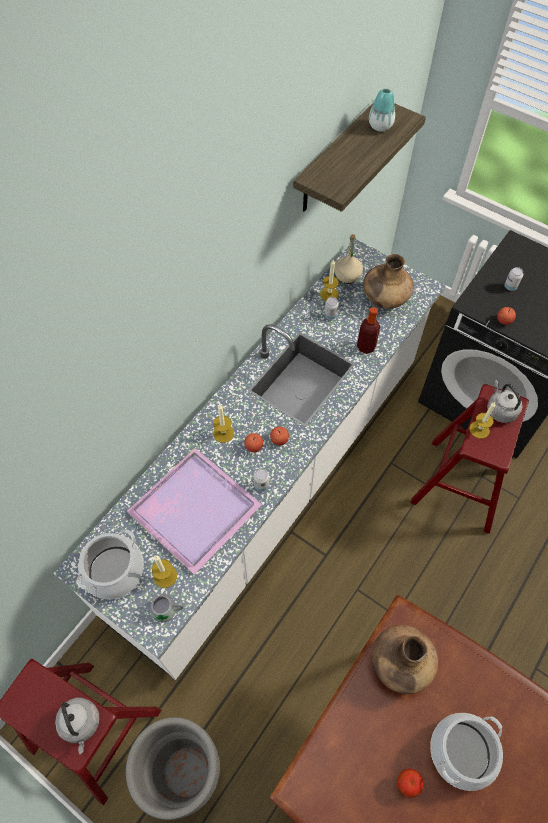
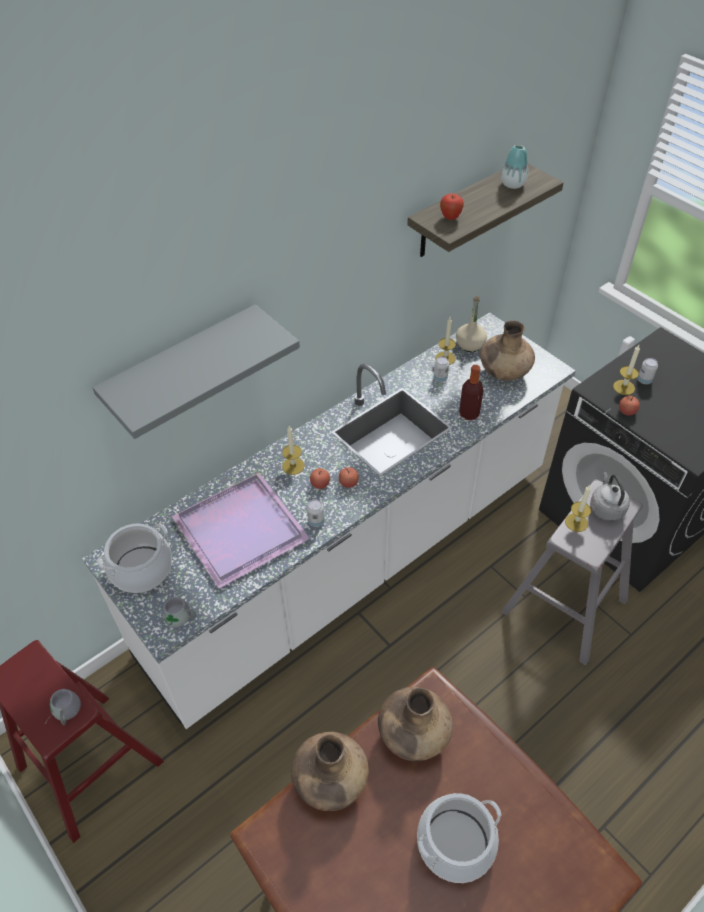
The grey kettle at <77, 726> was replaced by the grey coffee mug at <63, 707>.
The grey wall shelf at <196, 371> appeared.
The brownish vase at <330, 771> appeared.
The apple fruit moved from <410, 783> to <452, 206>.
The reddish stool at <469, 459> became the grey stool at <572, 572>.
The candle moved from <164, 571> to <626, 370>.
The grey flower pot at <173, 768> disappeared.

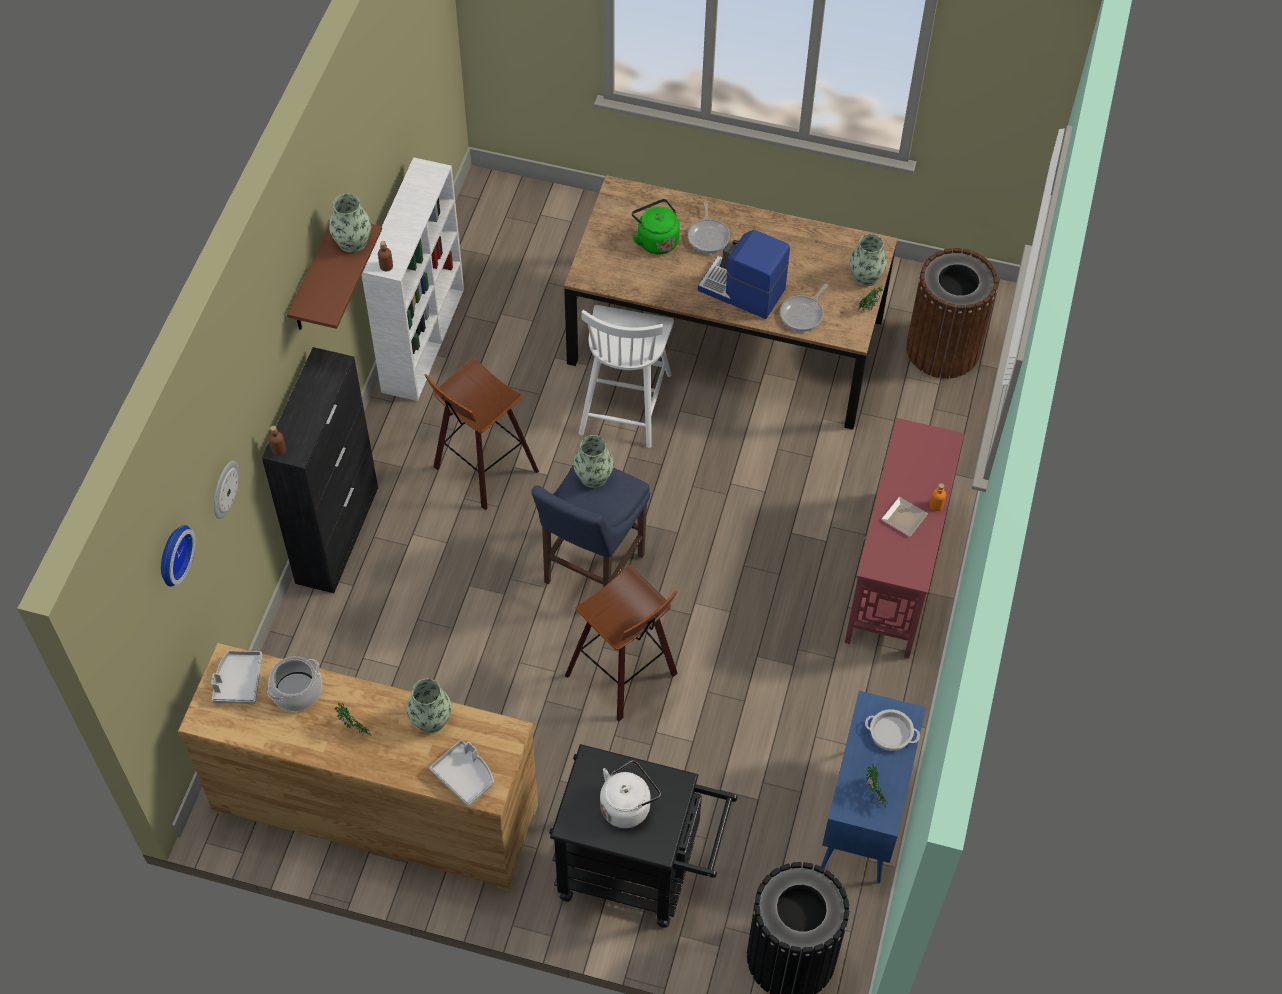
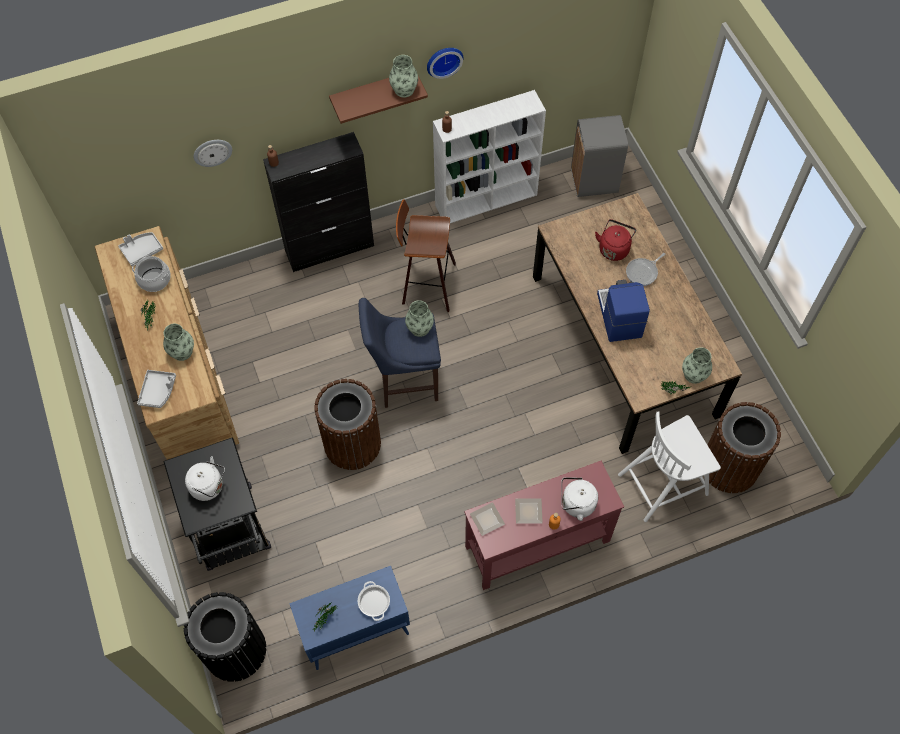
The stool at <621, 643> was replaced by the brownish rubbish bin at <347, 424>.
The wall clock moved from <178, 556> to <445, 63>.
The flat dish at <487, 519> appeared.
The whitish kettle at <579, 499> appeared.
The grey rubbish bin at <599, 156> appeared.
The green-coloured kettle at <656, 226> became the reddish kettle at <615, 240>.
The whitish upright chair moved from <626, 376> to <669, 467>.
The frying pan at <804, 308> disappeared.

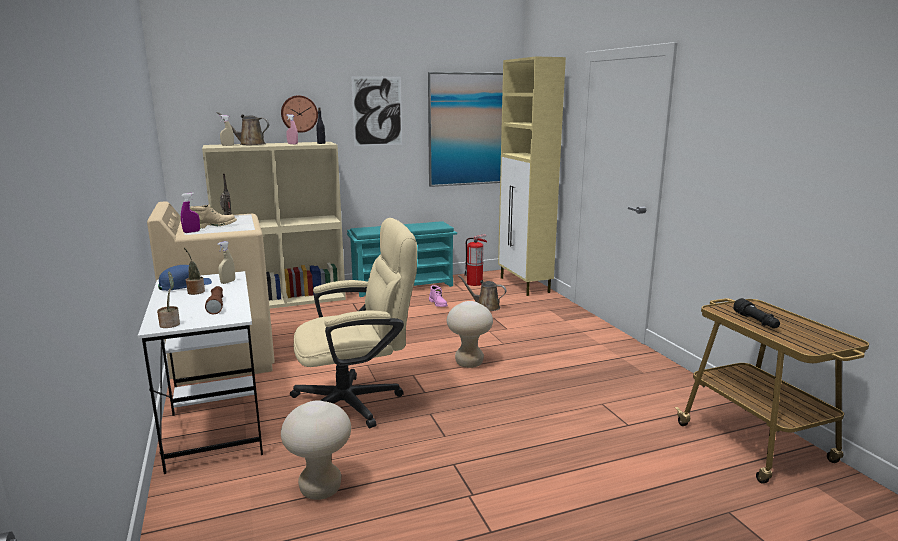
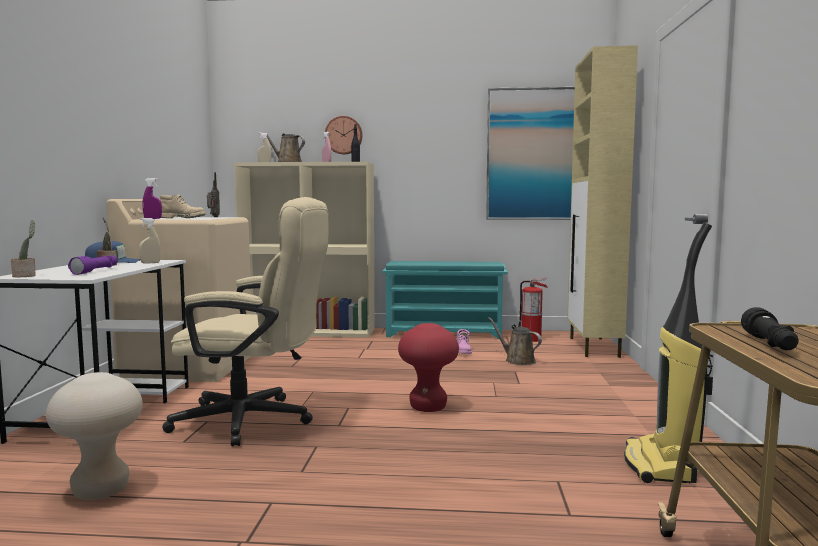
The brownish flashlight at <214, 300> became the purple-coloured flashlight at <93, 265>.
The beige stool at <470, 334> became the reddish stool at <428, 367>.
The vacuum cleaner at <668, 353> appeared.
The wall art at <376, 111> disappeared.

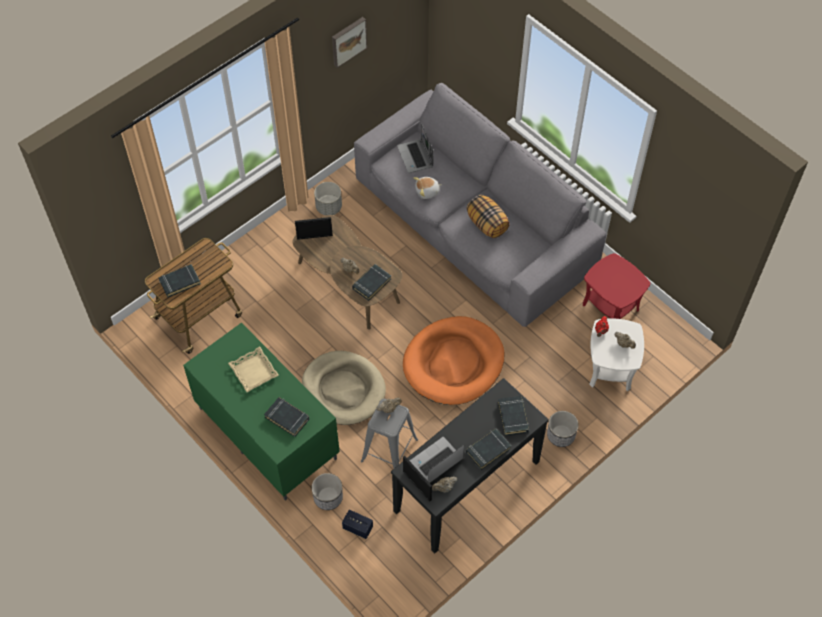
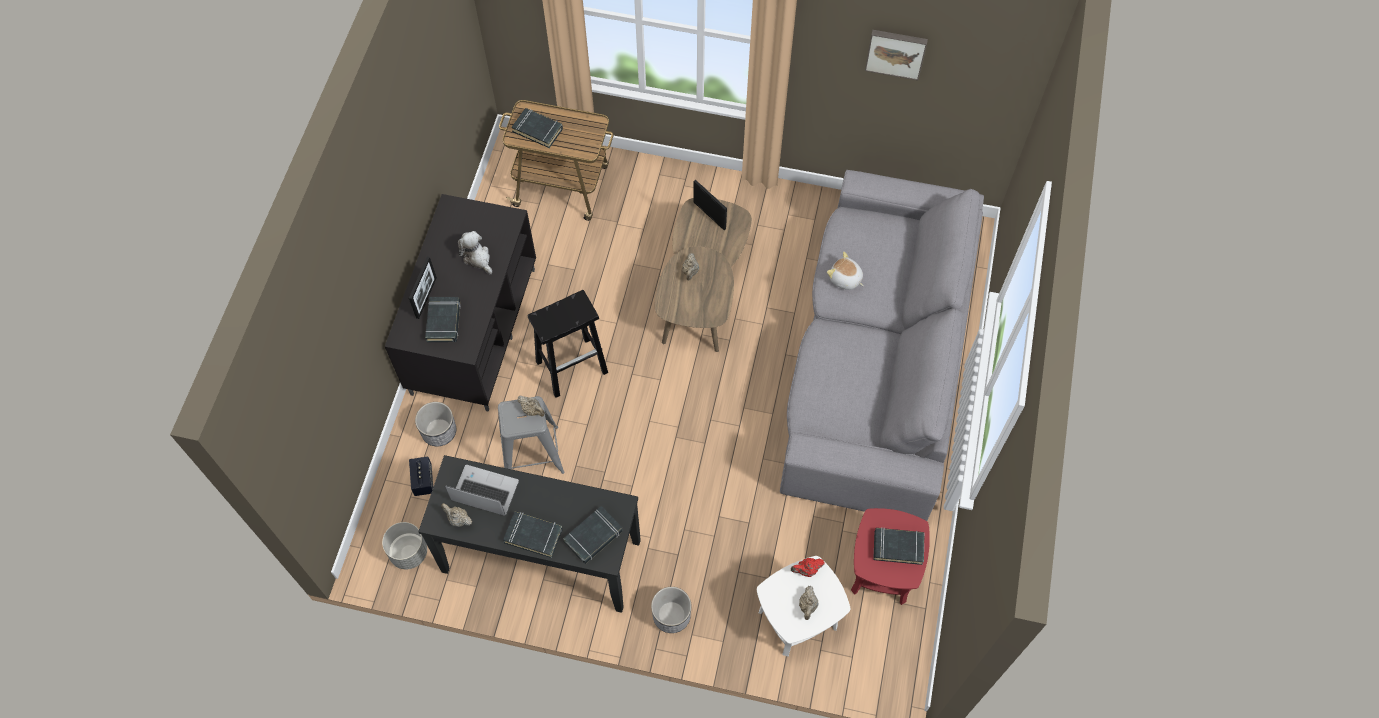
The grey flower pot moved from <328, 199> to <404, 545>.
The green-coloured media console at <261, 412> became the blackish media console at <460, 303>.
The photo frame moved from <417, 478> to <423, 287>.
The beige carrying tray at <253, 369> was replaced by the soft toy at <475, 252>.
The beige dog bed at <344, 388> was replaced by the blackish stool at <567, 344>.
The blackish book moved from <371, 282> to <899, 546>.
The laptop at <415, 148> disappeared.
The orangey dog bed at <453, 360> disappeared.
The throw pillow at <488, 216> disappeared.

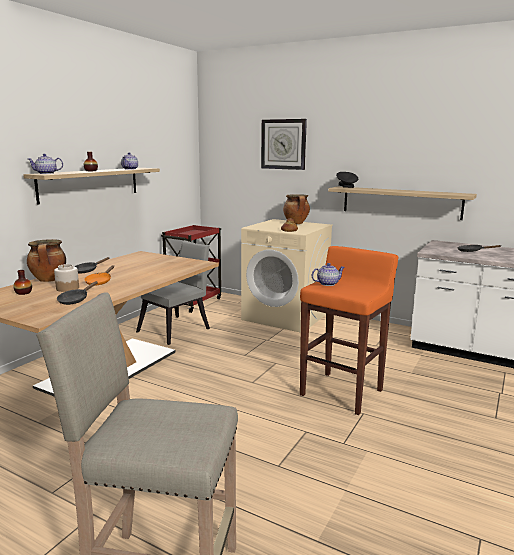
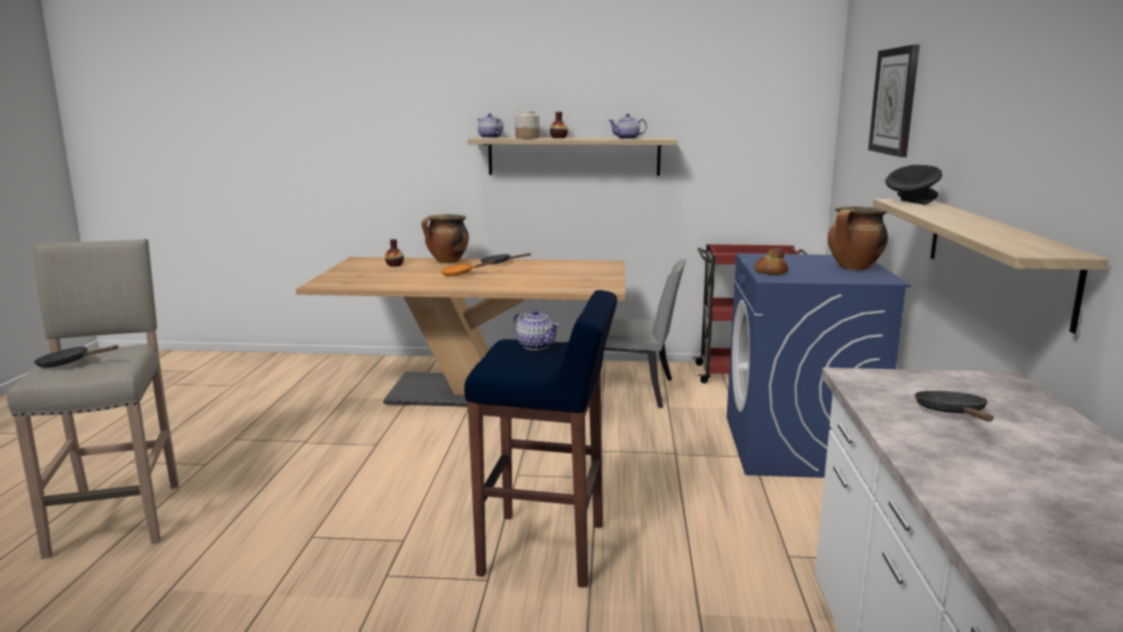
The blackish frying pan moved from <77, 293> to <76, 356>.
The orangey stool at <349, 330> became the blue stool at <540, 438>.
The preserve jar moved from <66, 278> to <527, 125>.
The beige laundry machine at <287, 276> became the blue laundry machine at <819, 365>.

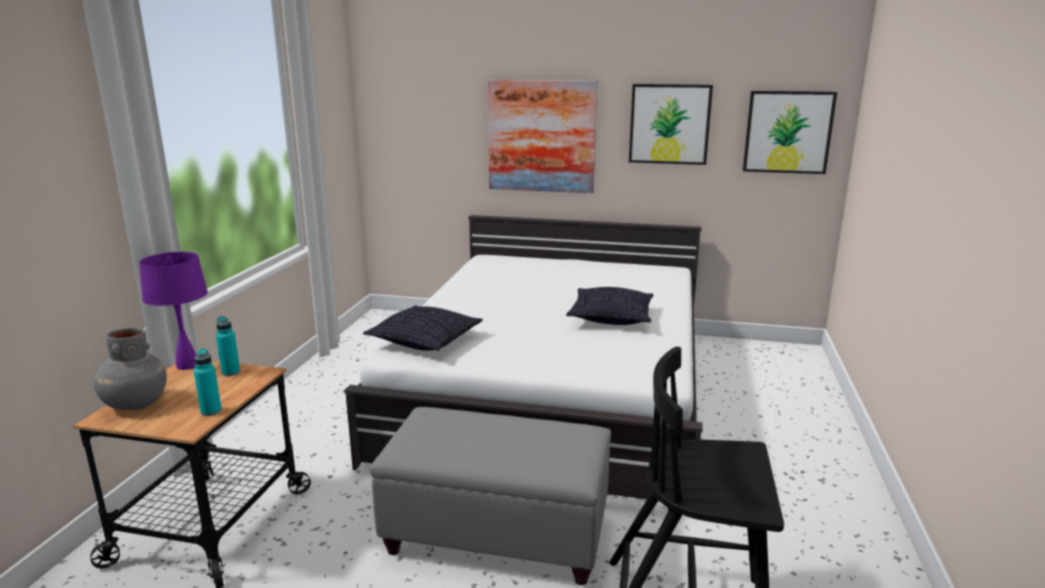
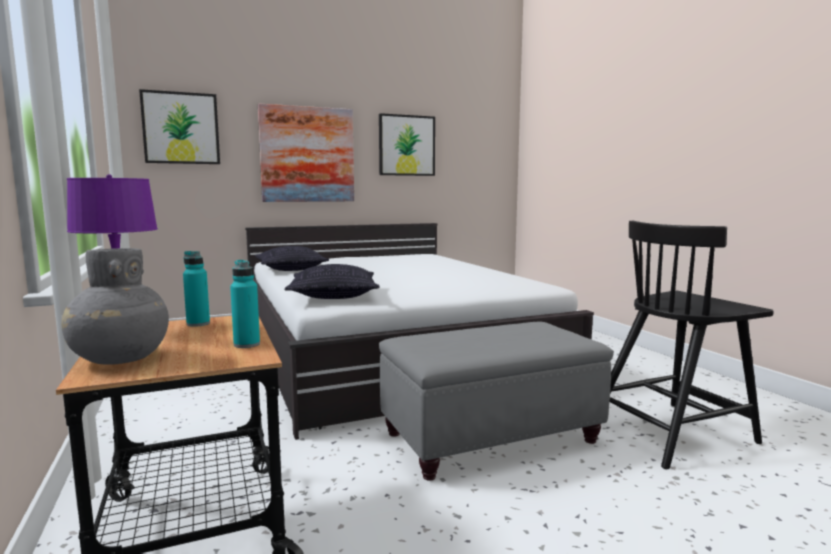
The wall art moved from <790, 132> to <179, 126>.
The throw pillow moved from <610, 306> to <292, 258>.

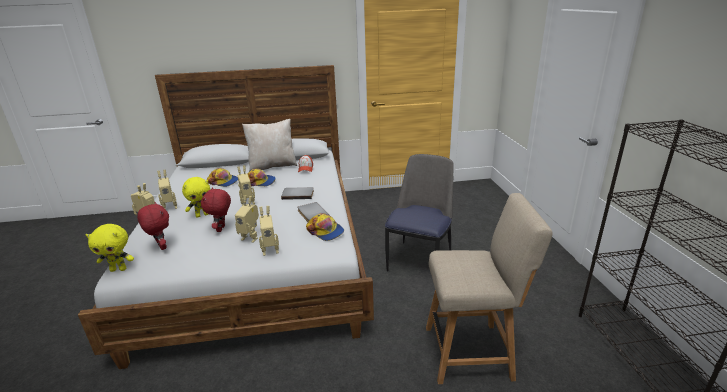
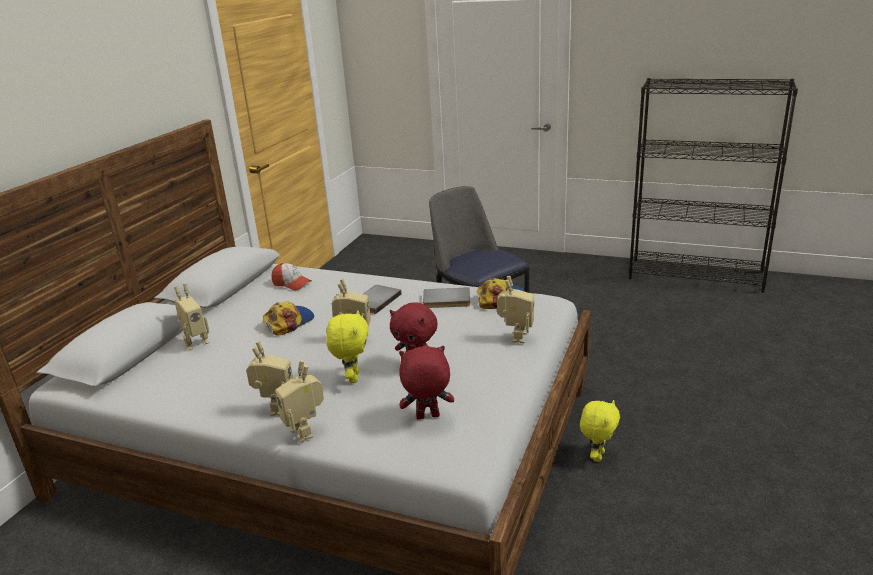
The robot figure moved from <247, 219> to <191, 316>.
The yellow soft toy moved from <110, 248> to <600, 431>.
The cap at <222, 177> disappeared.
The beige throw pillow at <269, 145> disappeared.
The beige upright chair at <489, 288> disappeared.

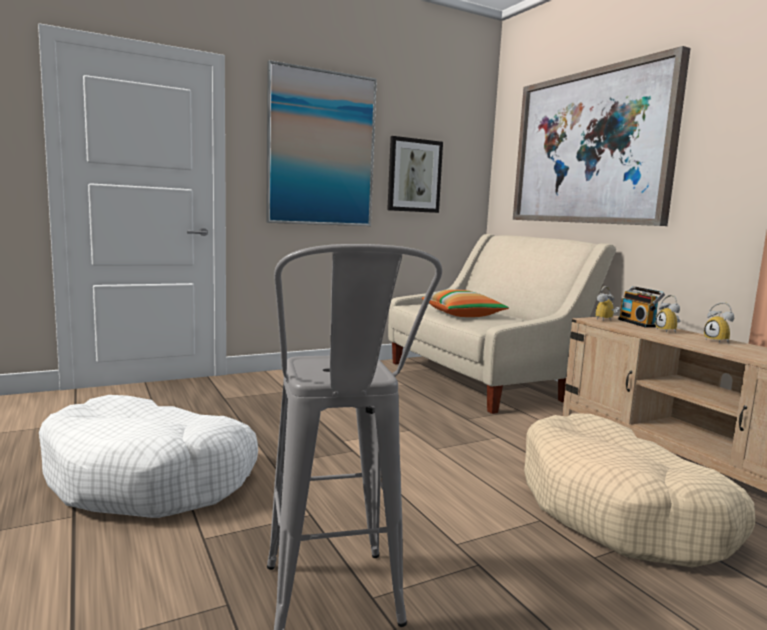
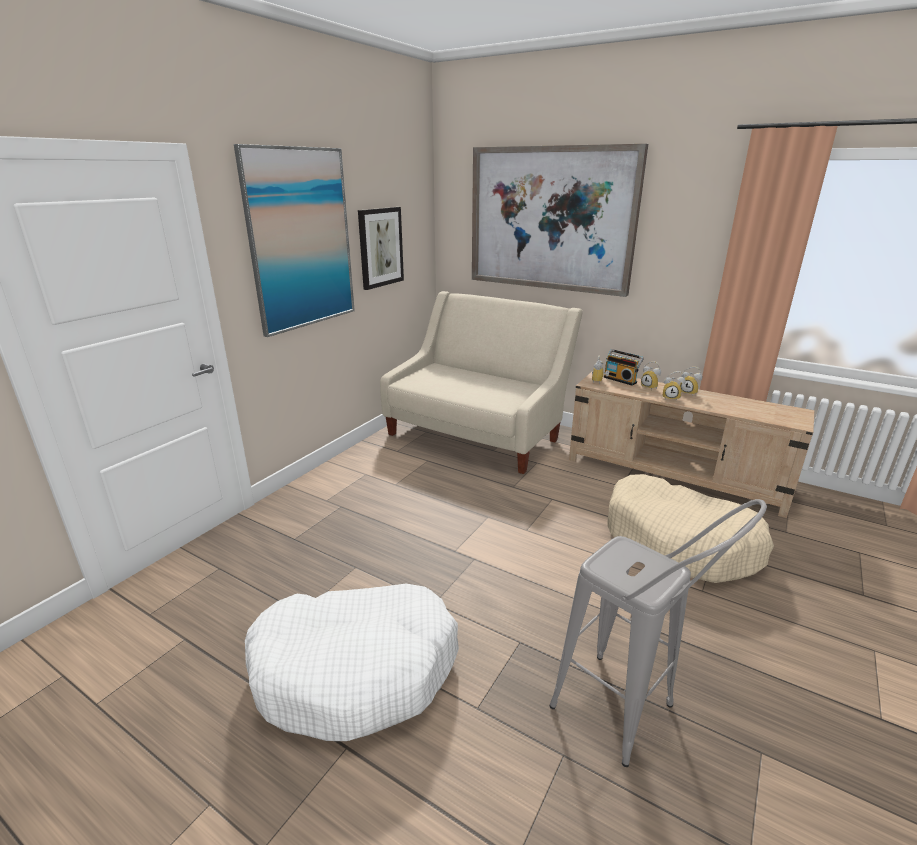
The table clock at <674, 385> appeared.
The throw pillow at <465, 303> disappeared.

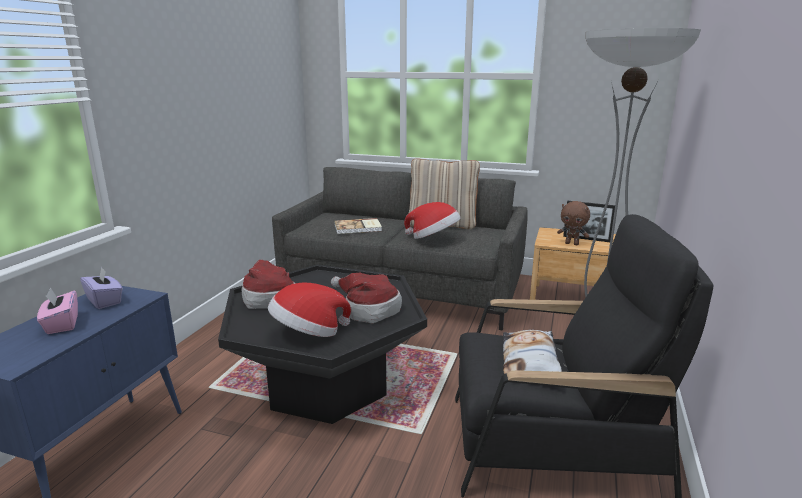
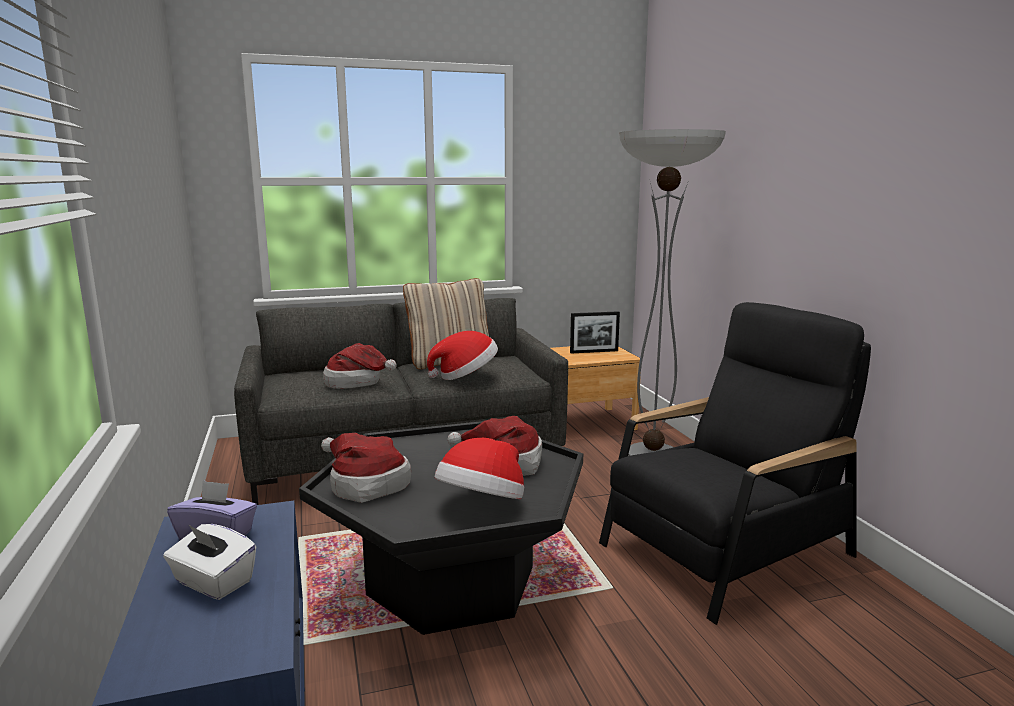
The pink box of tissues at <57, 311> became the whitish box of tissues at <209, 562>.
The book at <358, 226> was replaced by the clothing hat at <360, 366>.
The throw pillow at <532, 352> disappeared.
The brownish soft toy at <573, 223> disappeared.

